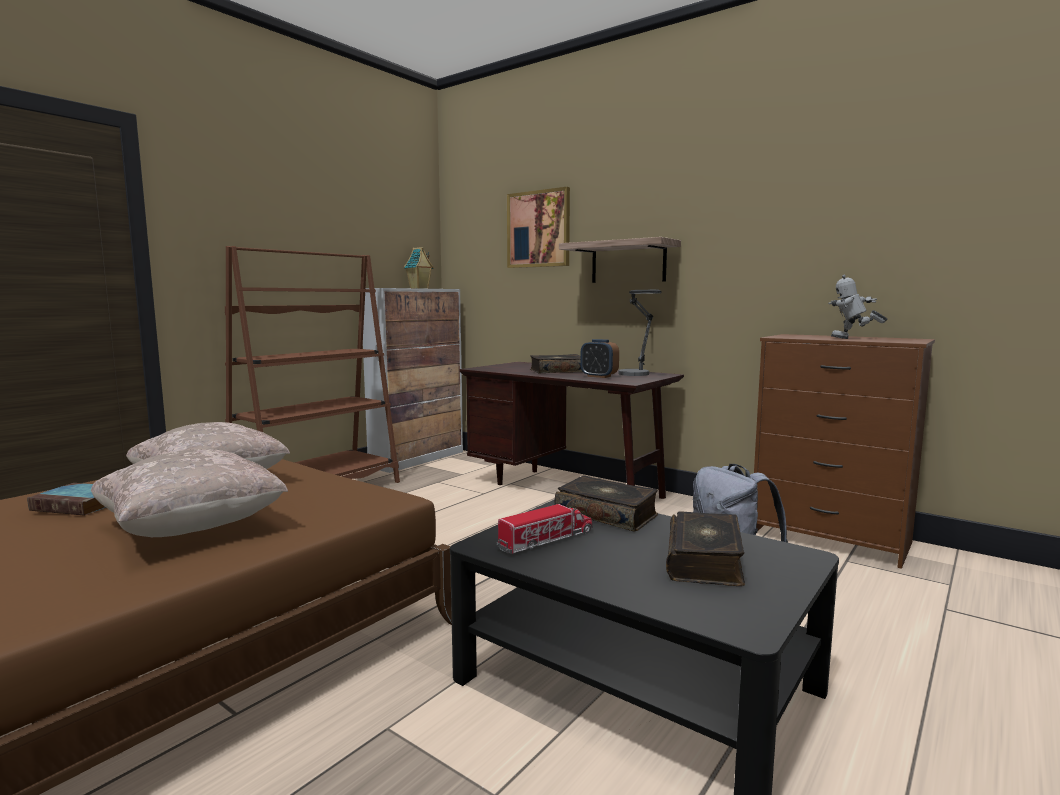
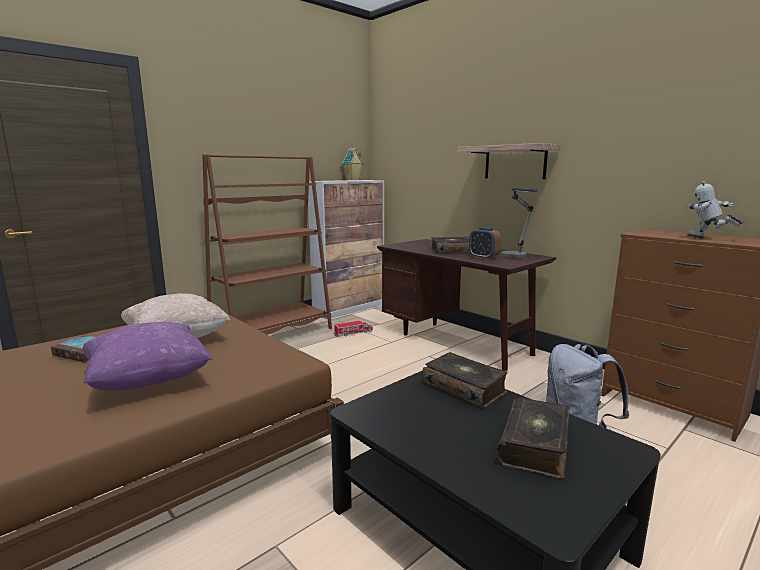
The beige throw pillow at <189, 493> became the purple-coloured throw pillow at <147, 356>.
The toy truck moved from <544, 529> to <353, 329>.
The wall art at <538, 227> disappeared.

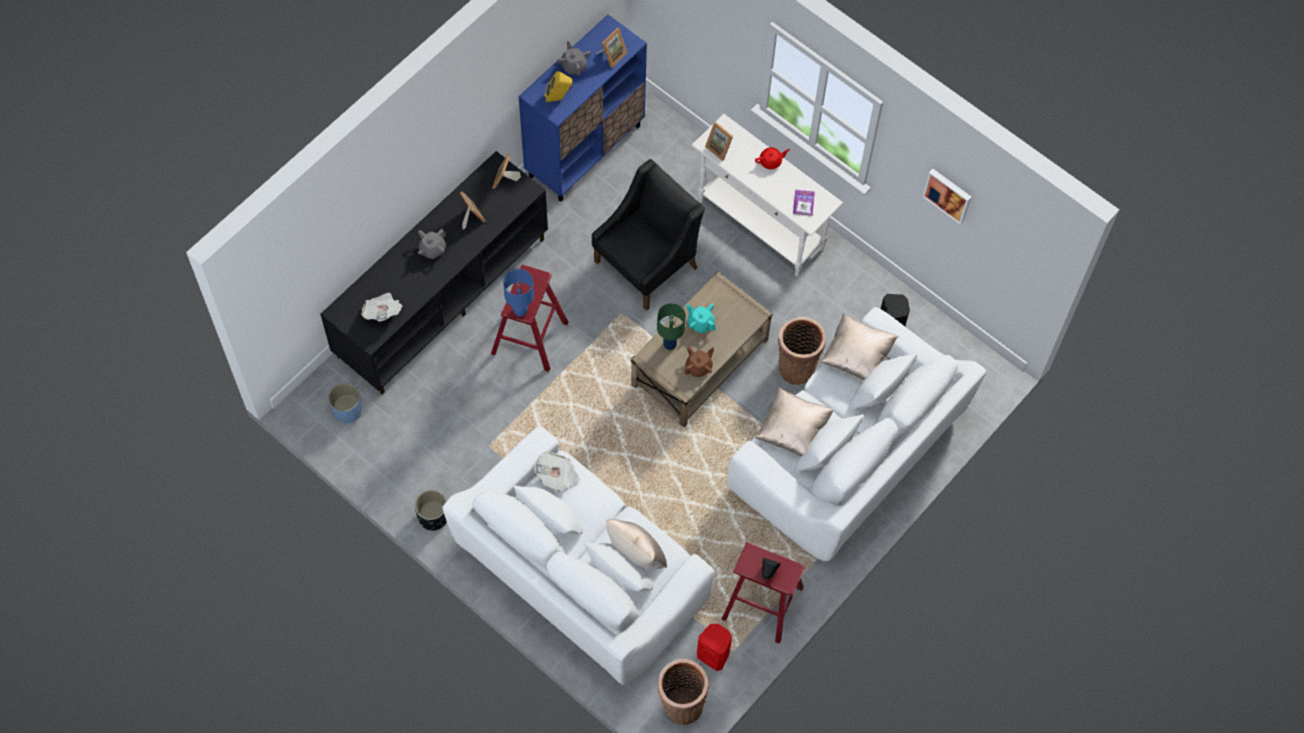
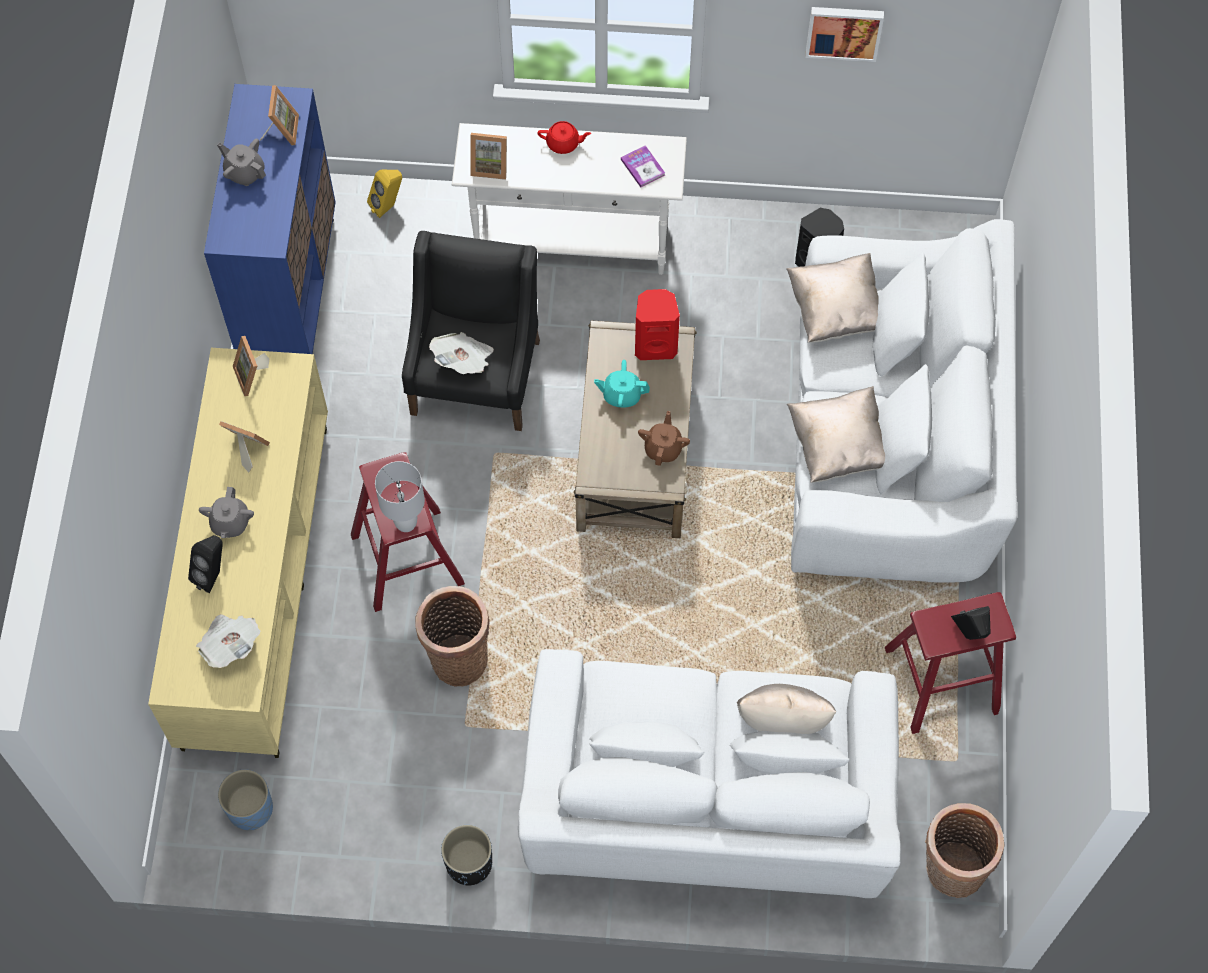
The blackish media console at <434, 273> became the beige media console at <238, 553>.
The blackish loudspeaker at <205, 564> appeared.
The yellow loudspeaker moved from <558, 86> to <384, 194>.
The blue table lamp at <518, 293> became the whitish table lamp at <400, 496>.
The storage basket moved from <802, 351> to <452, 636>.
The daily paper moved from <557, 471> to <461, 353>.
The reddish teapot at <772, 158> turned 60 degrees clockwise.
The reddish loudspeaker moved from <714, 647> to <657, 324>.
The green-coloured table lamp at <671, 326> disappeared.

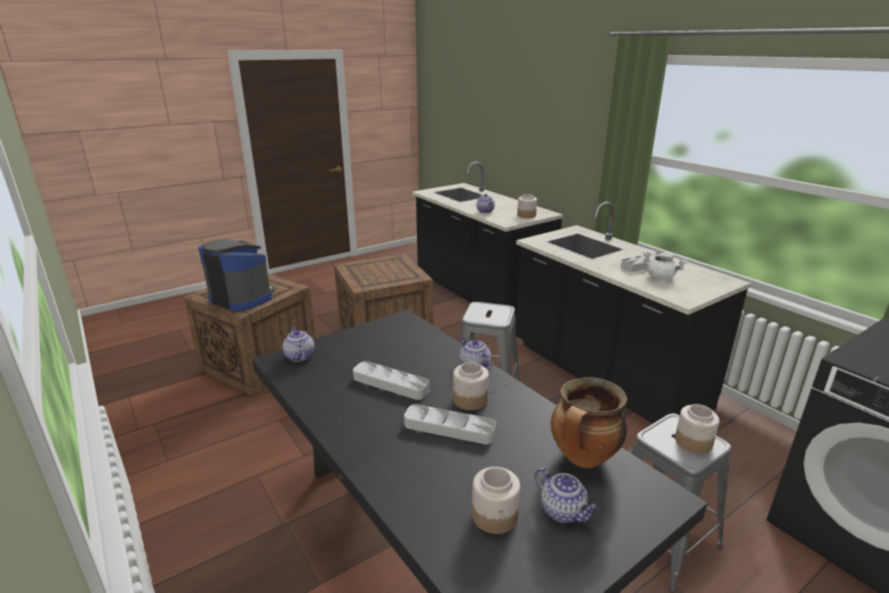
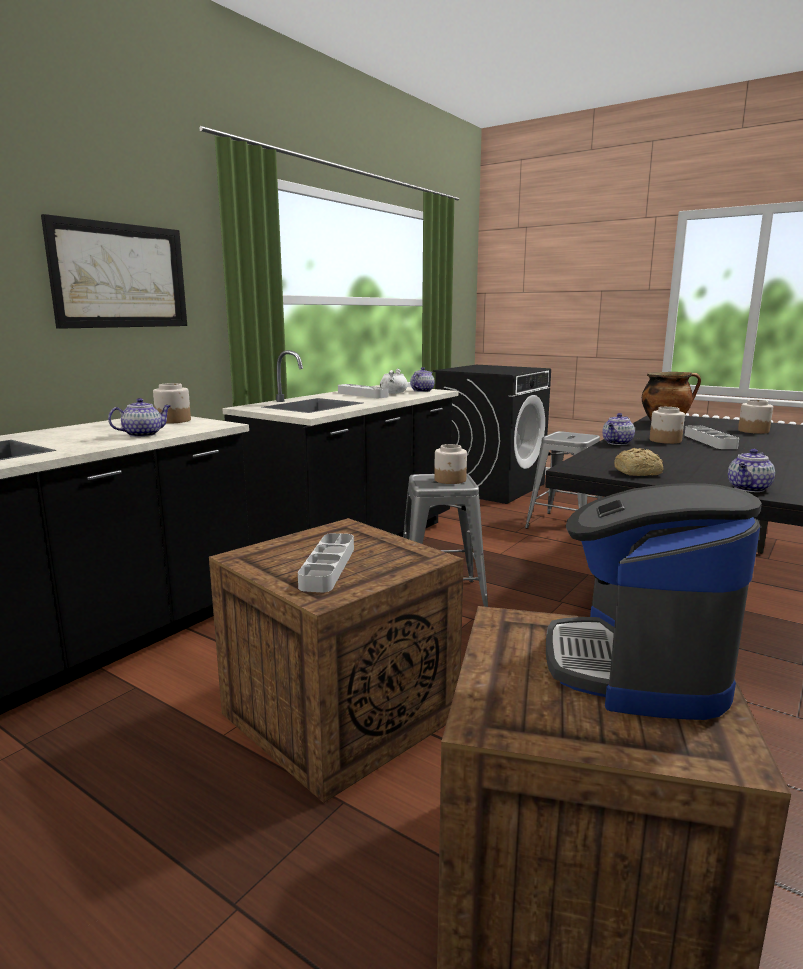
The wall art at <114, 271> appeared.
The grey carrying tray moved from <391, 380> to <326, 562>.
The teapot moved from <567, 495> to <422, 379>.
The preserve jar moved from <697, 429> to <450, 464>.
The bakery bread at <638, 462> appeared.

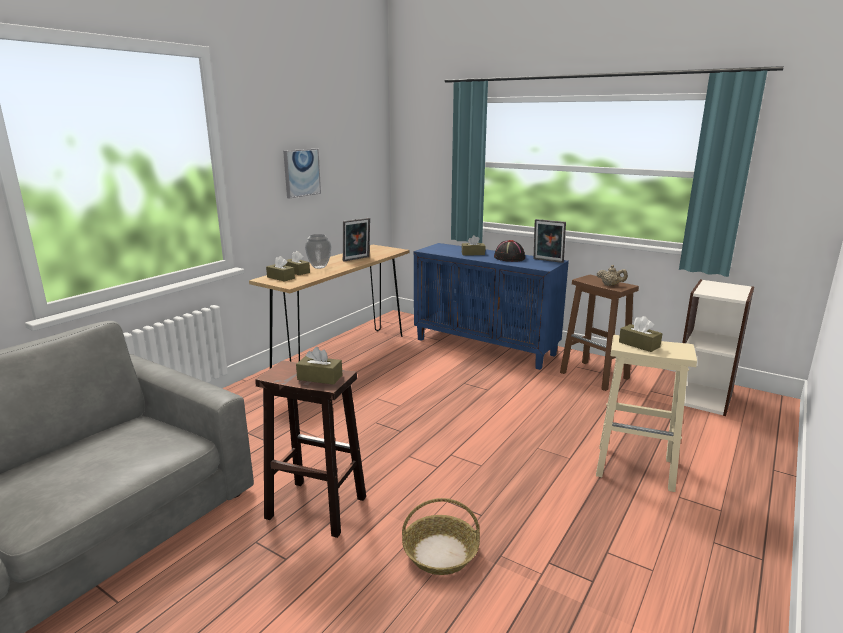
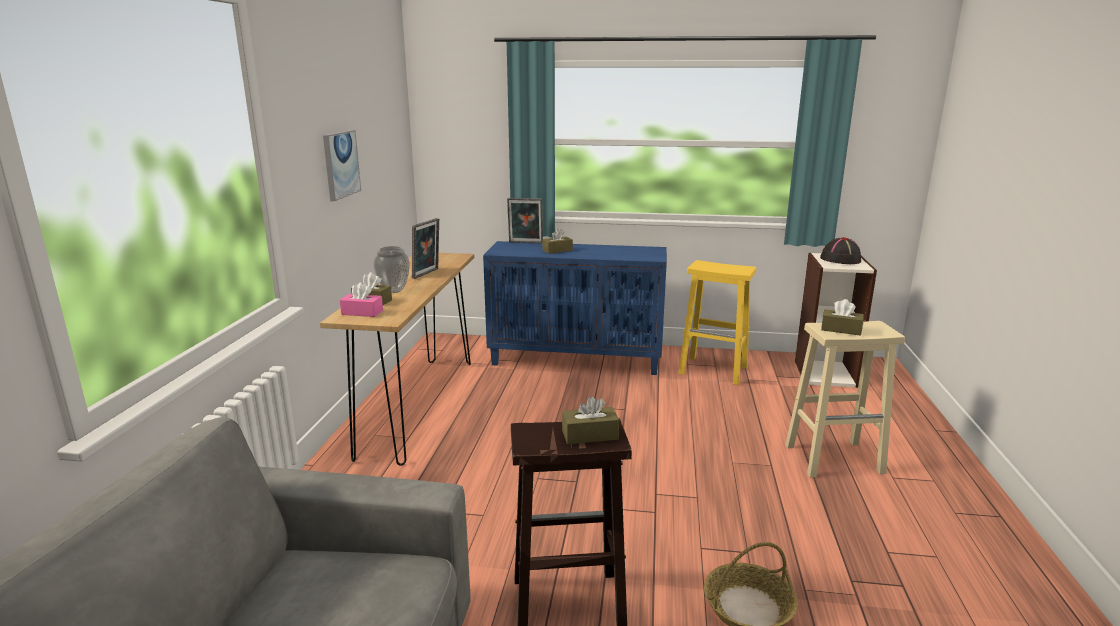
The brownish box of tissues at <280, 269> became the pink box of tissues at <361, 300>.
The photo frame moved from <549, 241> to <525, 221>.
The brownish stool at <599, 333> became the yellow stool at <717, 322>.
The blackish clothing hat moved from <509, 251> to <840, 250>.
The beige teapot at <612, 275> disappeared.

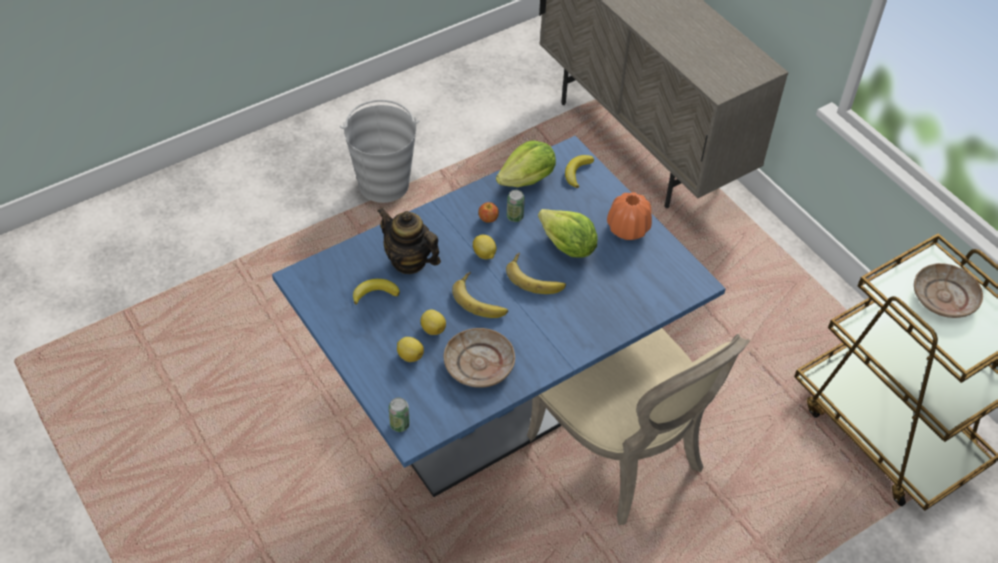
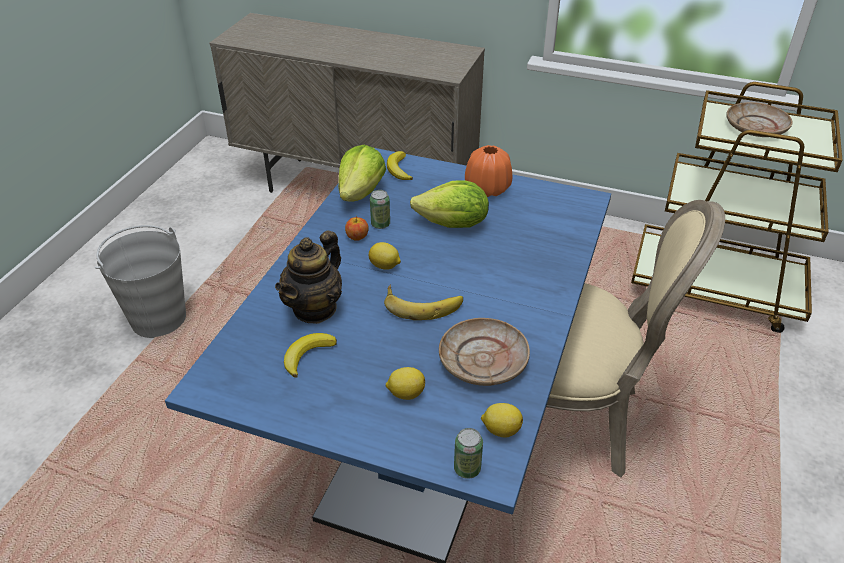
The teapot at <409, 241> turned 60 degrees counterclockwise.
The citrus fruit moved from <433, 322> to <502, 420>.
The banana at <536, 273> disappeared.

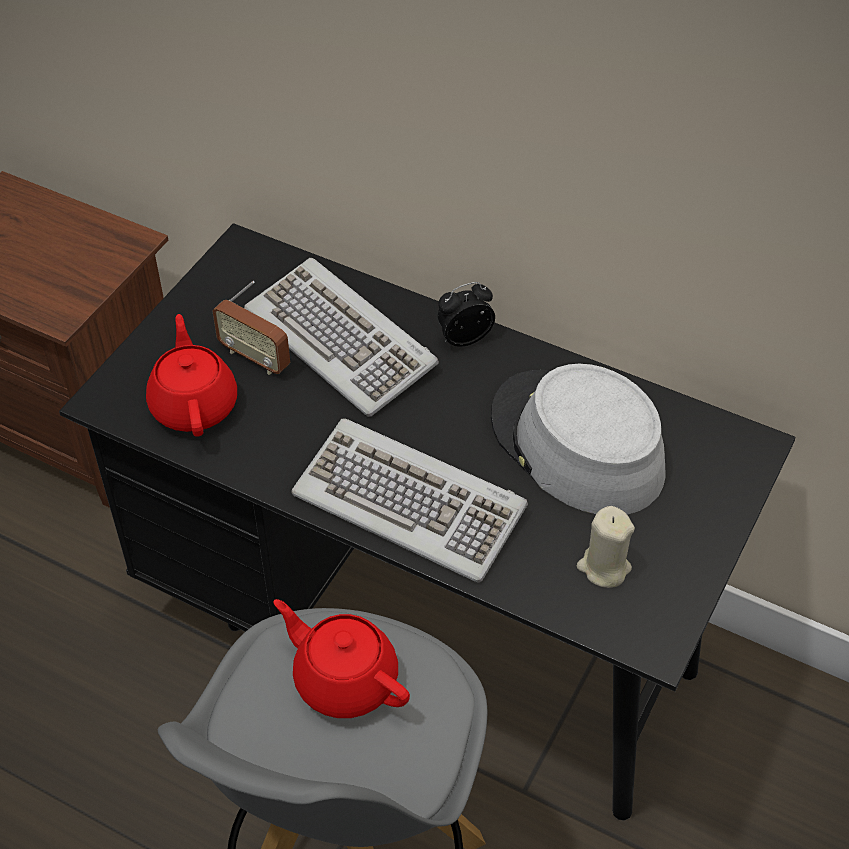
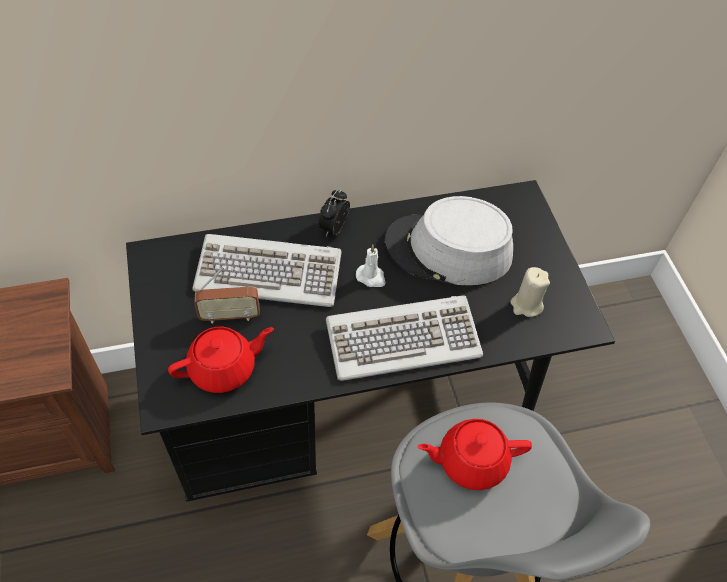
The reddish teapot at <191, 375> turned 120 degrees clockwise.
The whitish candle at <371, 266> appeared.

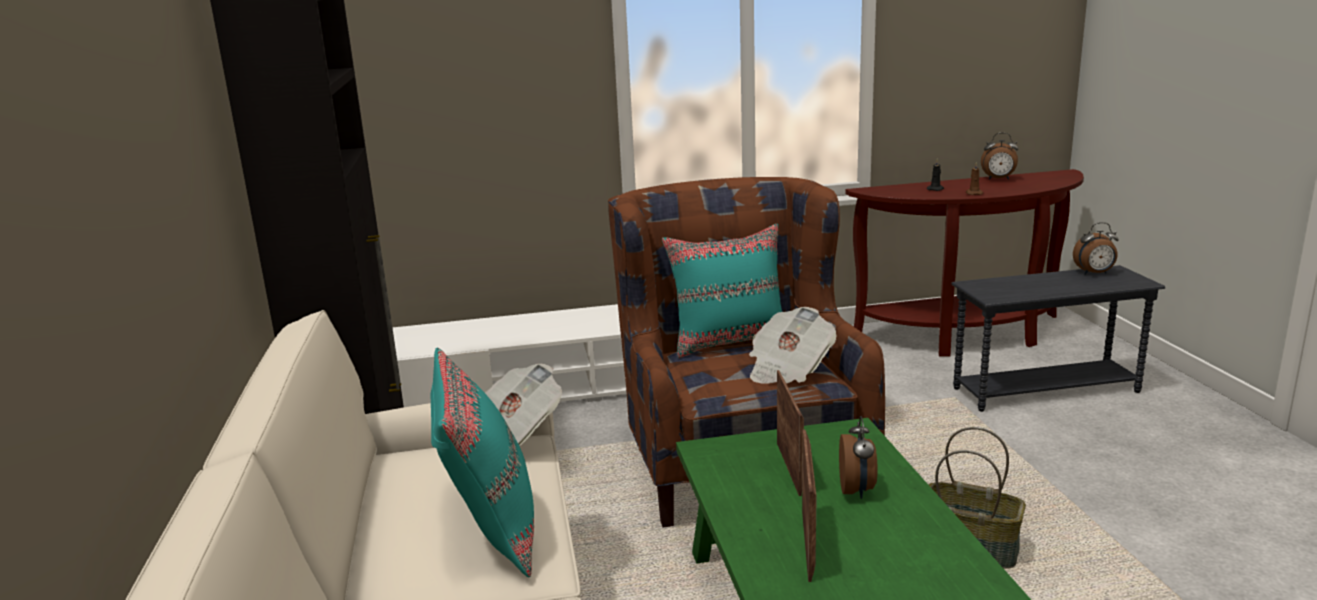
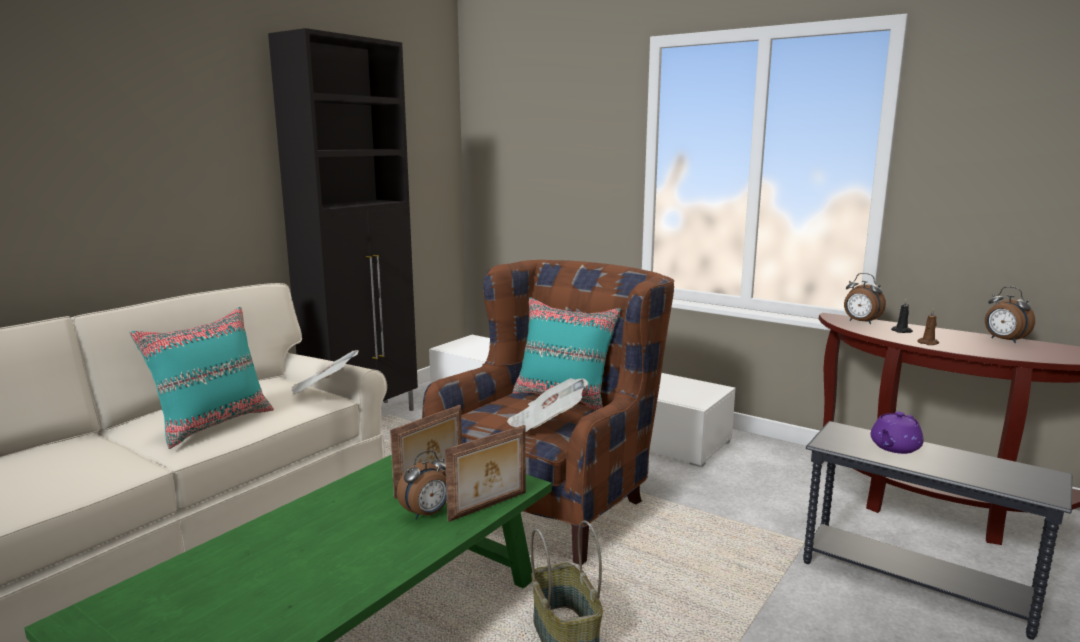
The photo frame moved from <809, 506> to <485, 473>.
The table clock moved from <1096, 248> to <865, 298>.
The purple-coloured teapot at <897, 432> appeared.

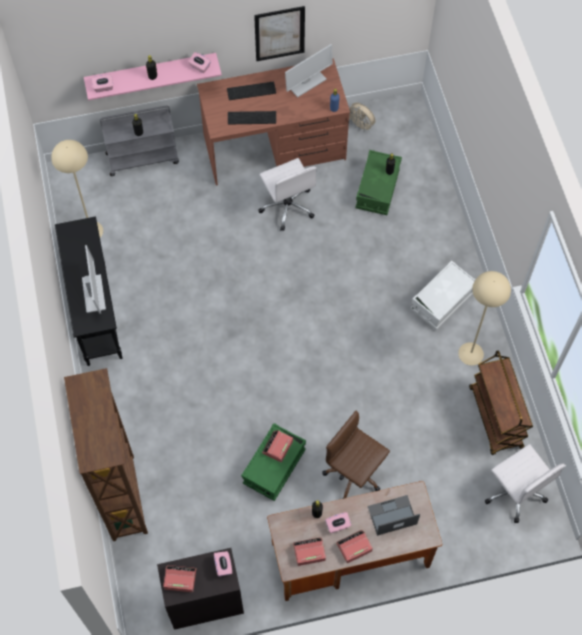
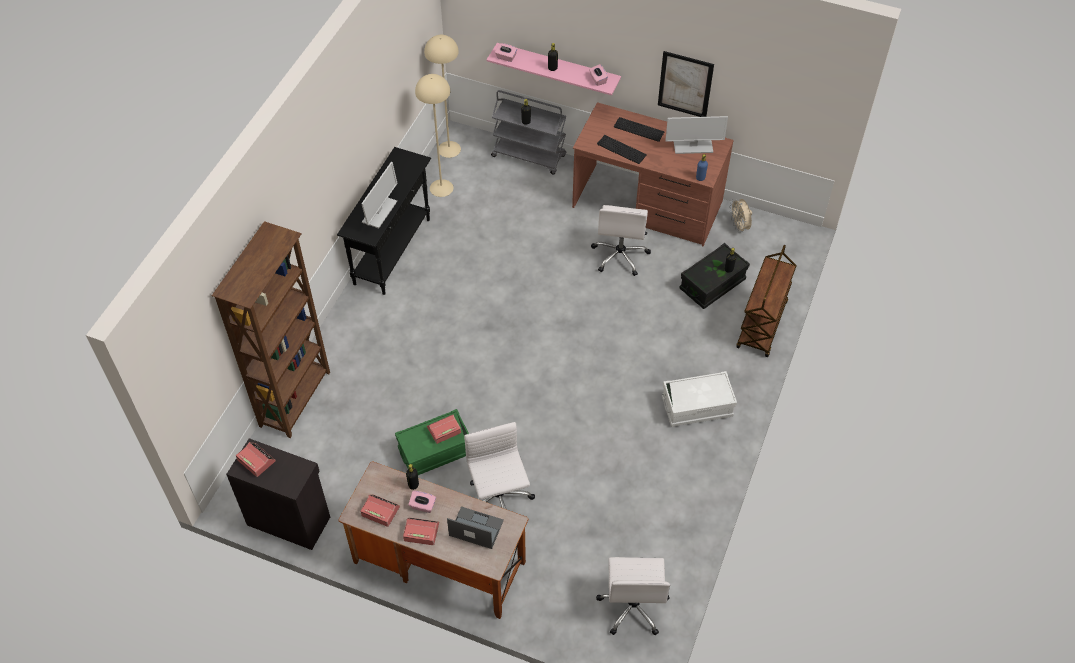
The beige floor lamp moved from <484, 318> to <442, 96>.
The brownish desk chair at <356, 455> became the whitish desk chair at <499, 466>.
The green-coloured storage bin at <379, 182> became the blackish storage bin at <715, 276>.
The brownish trolley moved from <501, 402> to <766, 301>.
The pink box of tissues at <223, 564> disappeared.

